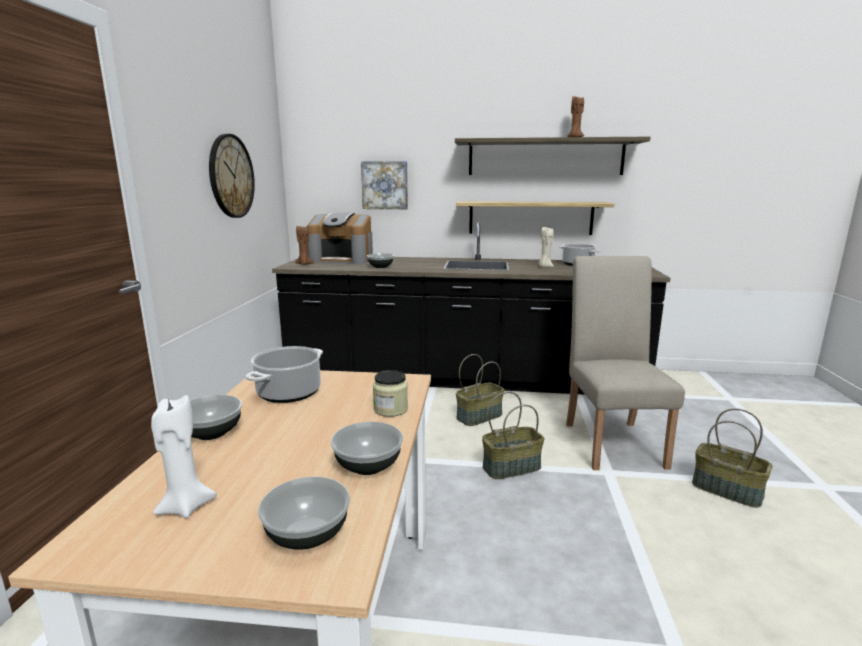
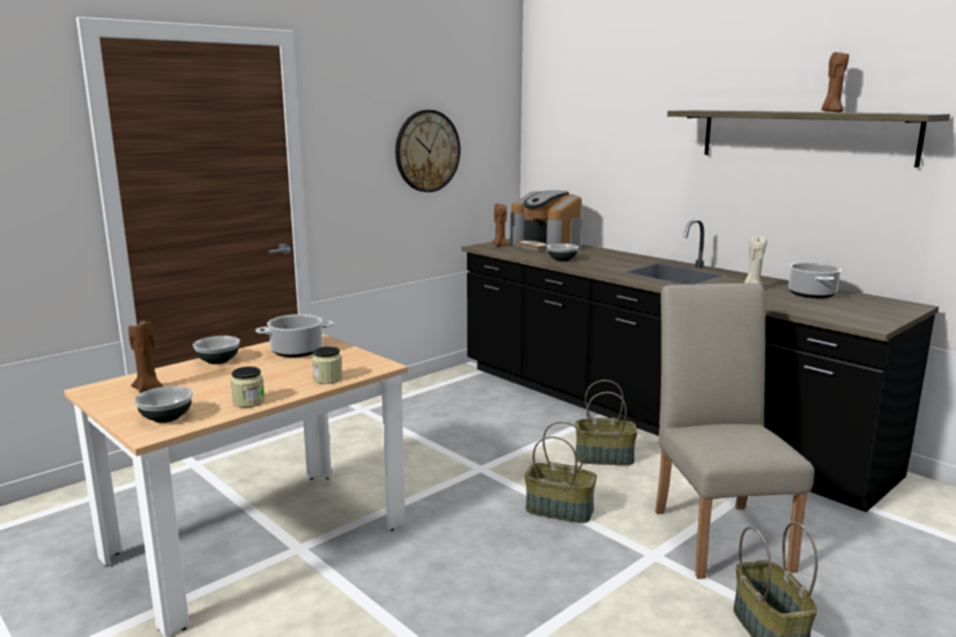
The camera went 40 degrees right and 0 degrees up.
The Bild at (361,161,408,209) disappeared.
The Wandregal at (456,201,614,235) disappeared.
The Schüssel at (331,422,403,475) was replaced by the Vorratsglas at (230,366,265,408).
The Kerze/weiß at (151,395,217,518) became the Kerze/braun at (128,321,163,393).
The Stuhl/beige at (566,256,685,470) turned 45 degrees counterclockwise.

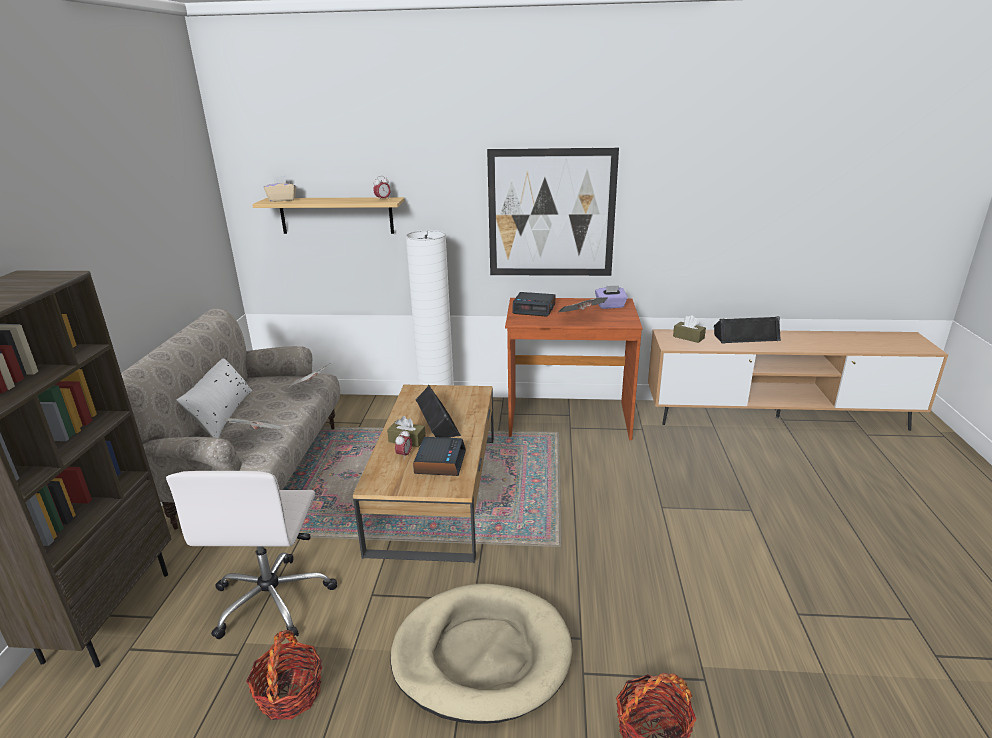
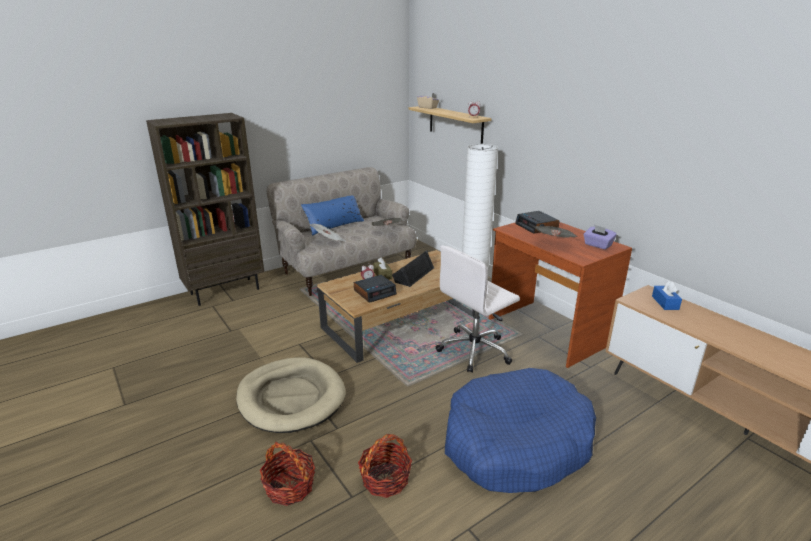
The camera went 50 degrees right and 0 degrees up.
The Bild at (487,148,619,276) disappeared.
The Lautsprecher/schwarz at (714,316,781,343) disappeared.
The Hundebett/blau at (445,368,596,493) appeared.
The Bürostuhl/weiß moved from (166,471,337,639) to (436,246,520,373).
The Korb moved from (246,630,322,720) to (358,434,412,498).
The Kissen/weiß at (176,358,252,438) became the Kissen/blau at (301,195,364,236).
The Taschentuchbox/braun at (673,315,706,343) became the Taschentuchbox/blau at (652,281,682,310).

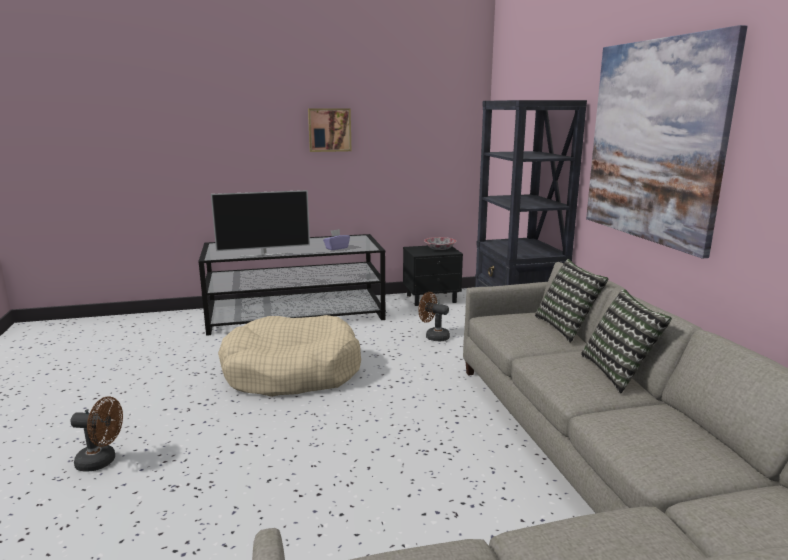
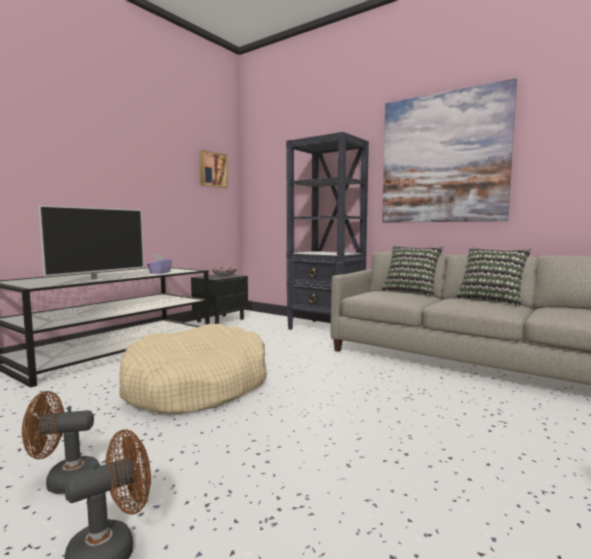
The camera went 40 degrees left and 10 degrees down.
The Bild moved from (308,108,352,152) to (199,150,228,188).
The Ventilator/braun moved from (419,292,450,342) to (22,391,100,494).

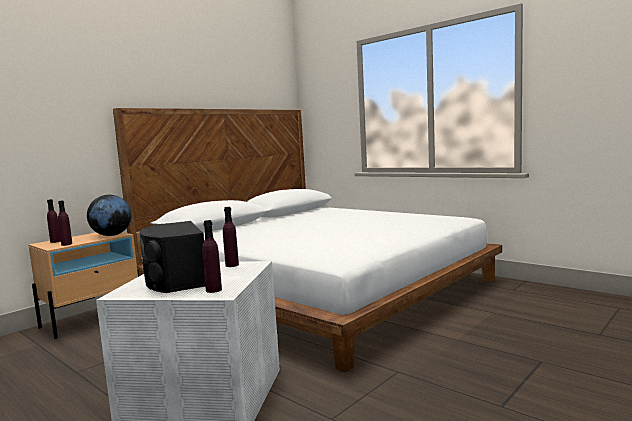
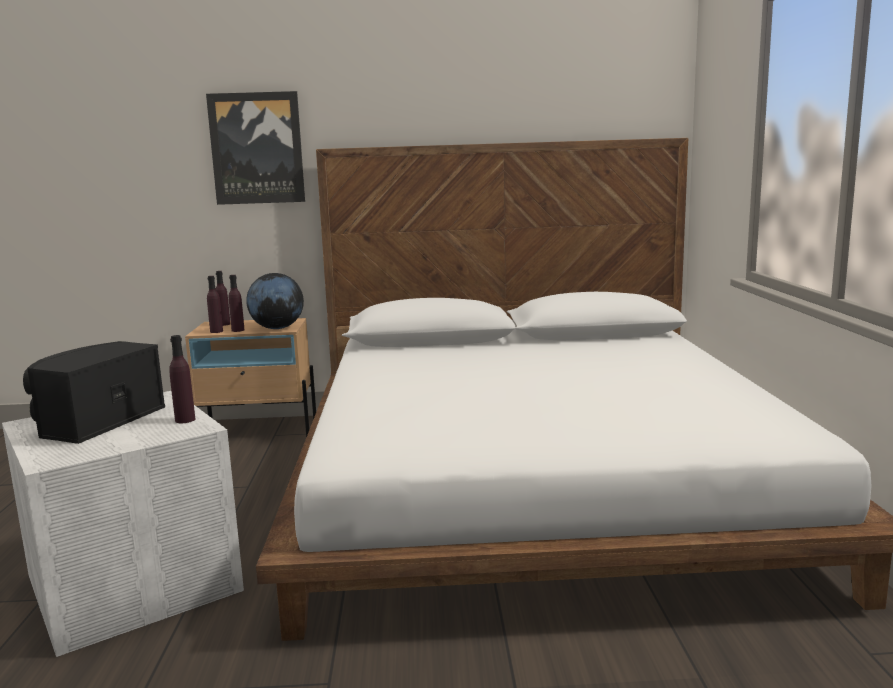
The camera went 45 degrees right and 5 degrees up.
The Bild at (206,91,305,205) appeared.
The Flasche/lila moved from (202,220,222,293) to (229,275,244,332).

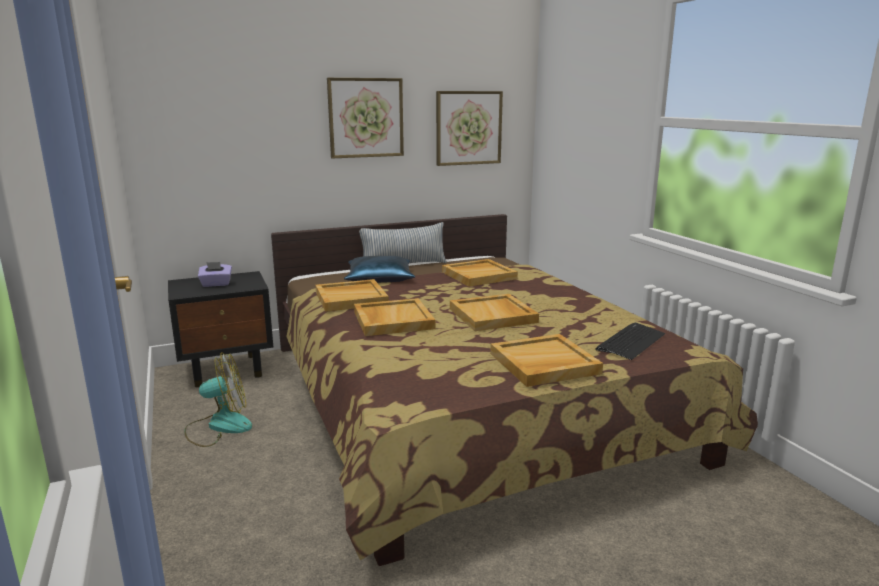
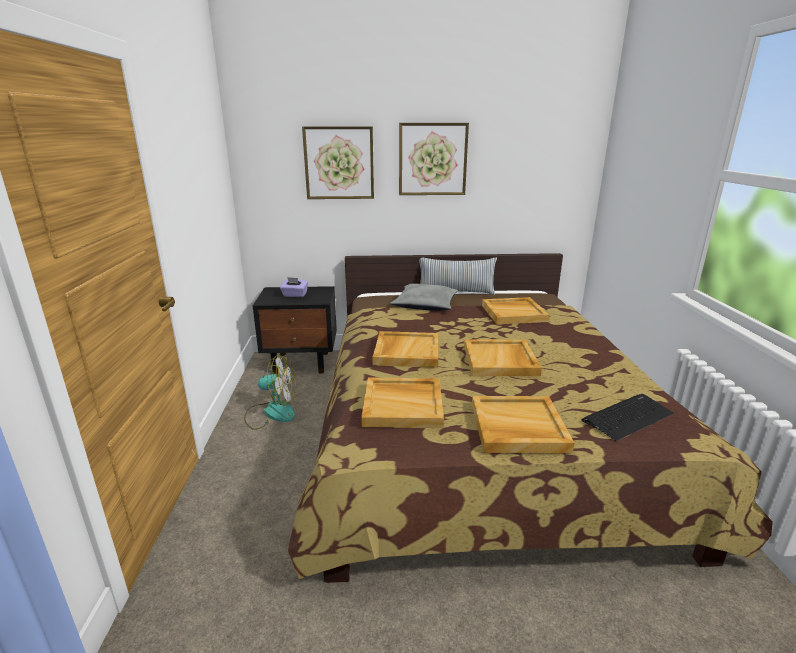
The camera went 20 degrees right and 5 degrees up.
The Tablett/beige moved from (316,279,389,312) to (361,378,444,428).
The Bild moved from (436,91,503,166) to (302,127,374,199).
The Kissen/blau at (344,256,415,283) became the Kissen/grau at (390,284,458,311).

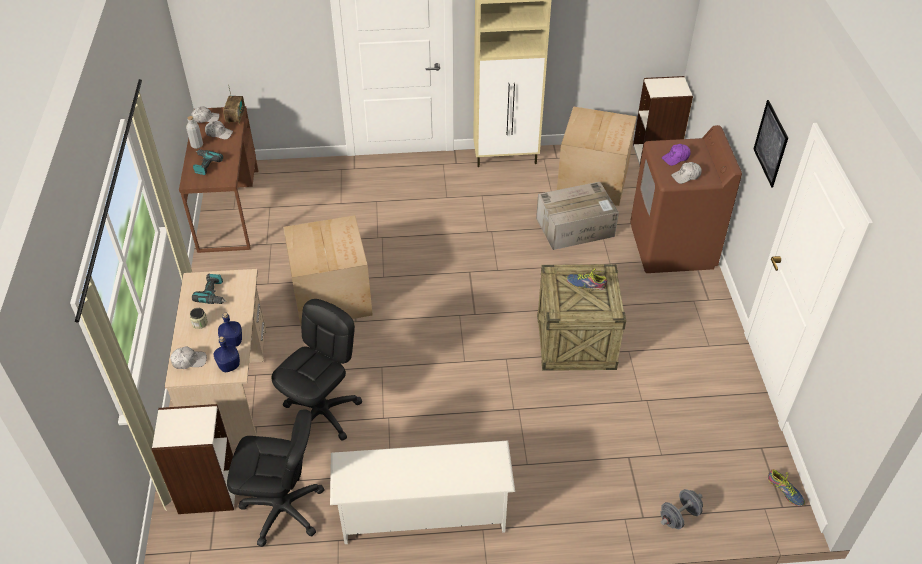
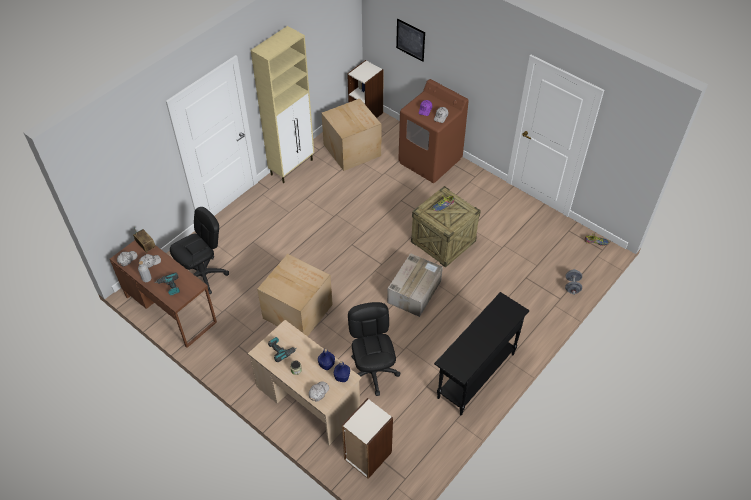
The camera went 45 degrees left and 5 degrees up.
The Bürostuhl/schwarz moved from (227,409,324,547) to (170,207,229,294).
The Karton moved from (536,182,619,250) to (387,253,443,317).
The Bild moved from (754,100,788,187) to (396,19,425,62).
The Schuhregal/weiß at (330,440,515,544) was replaced by the Konsolentisch/schwarz at (434,292,529,415).

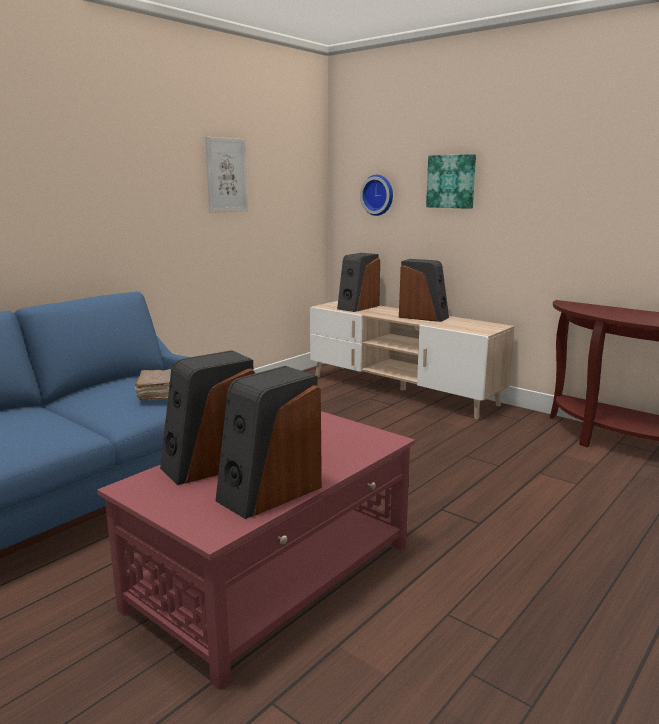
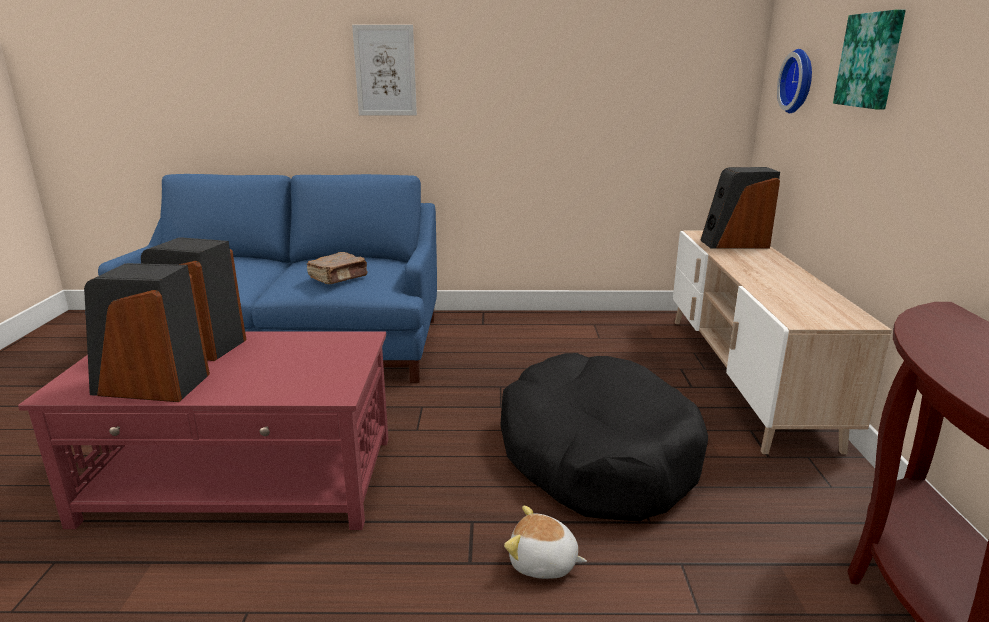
The camera went 50 degrees right and 5 degrees up.
The Lautsprecher at (399,259,449,322) disappeared.
The Hundebett/schwarz at (500,353,708,521) appeared.
The Plüschtier at (504,505,587,579) appeared.
The Bild moved from (205,137,248,213) to (352,25,417,115).

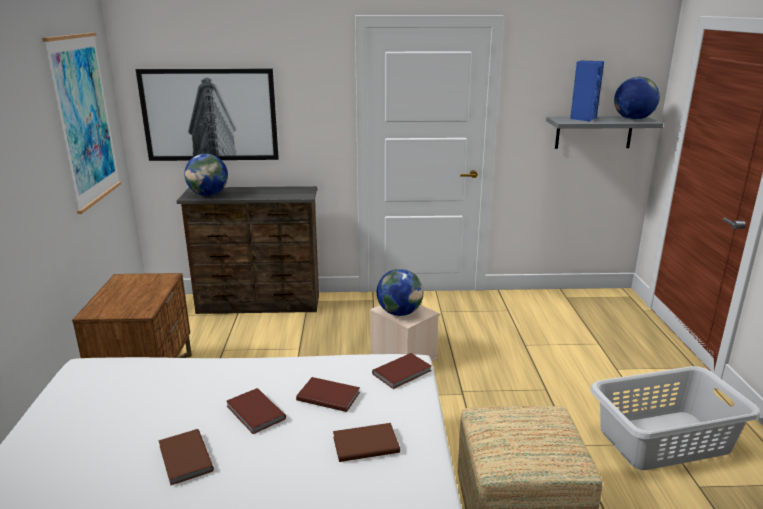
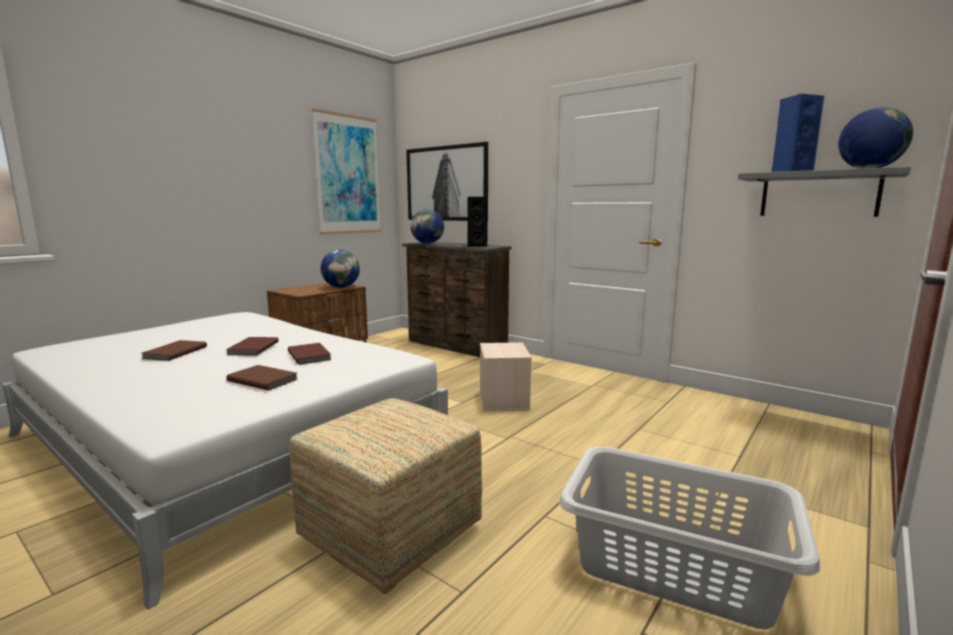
The camera went 40 degrees right and 10 degrees down.
The Buch/braun at (372,353,431,389) disappeared.
The Lautsprecher/schwarz at (467,197,488,247) appeared.
The Globus moved from (377,269,424,316) to (321,250,360,288).

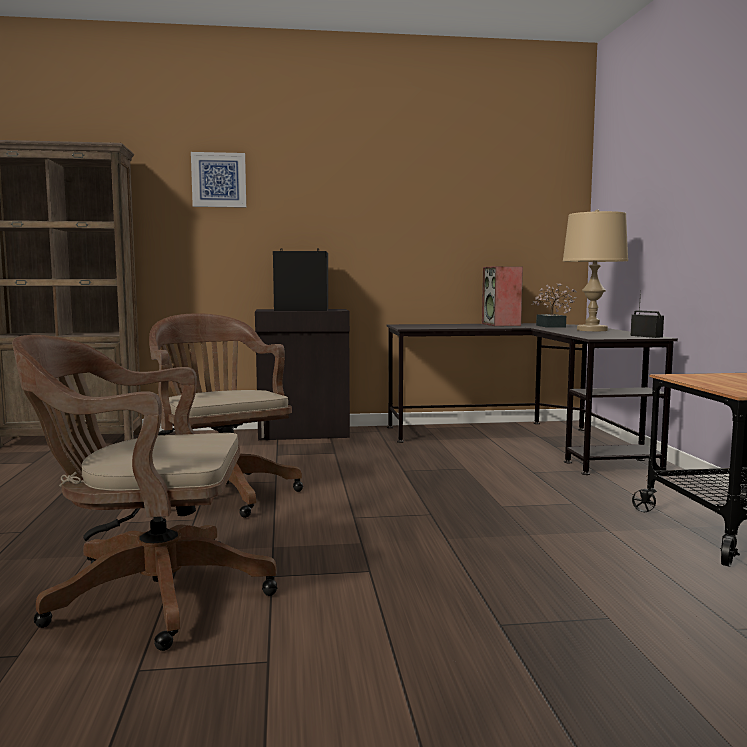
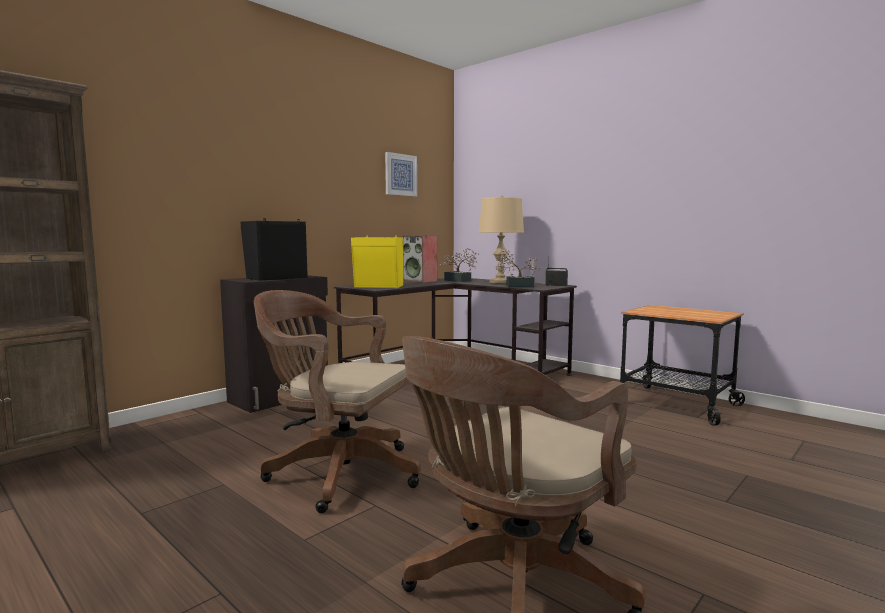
The camera went 40 degrees left and 0 degrees up.
The Lautsprecher/gelb at (351,235,403,288) appeared.
The Topfpflanze at (495,250,541,287) appeared.
The Bild moved from (191,152,246,208) to (385,152,417,197).

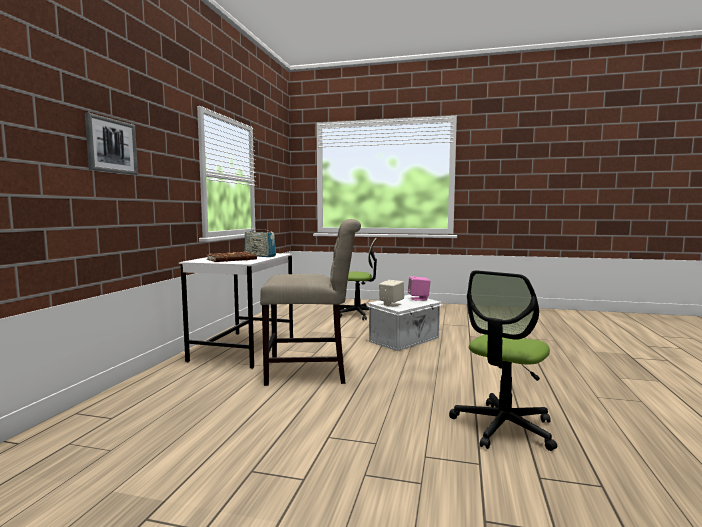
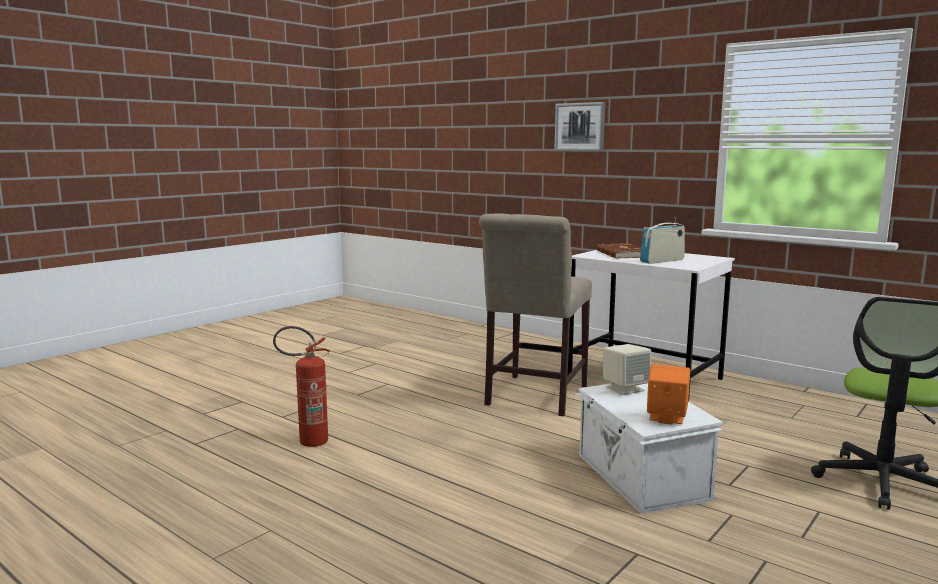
The camera went 115 degrees right and 5 degrees up.
The Bürostuhl at (449,270,557,451) was replaced by the Feuerlöscher at (273,326,330,447).
The Lautsprecher/rosa at (408,276,430,301) became the Lautsprecher/orange at (647,364,690,425).

